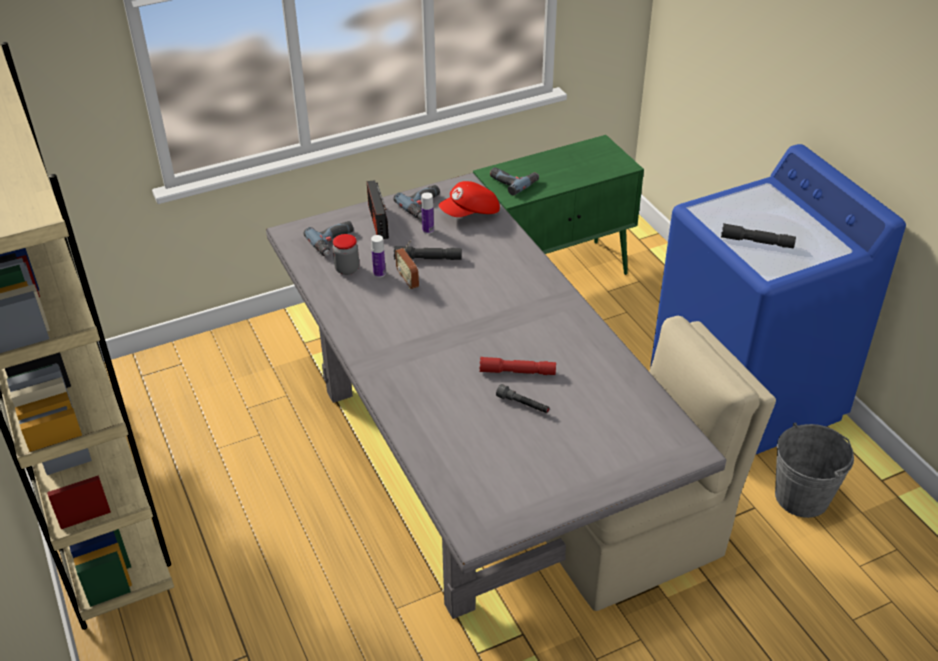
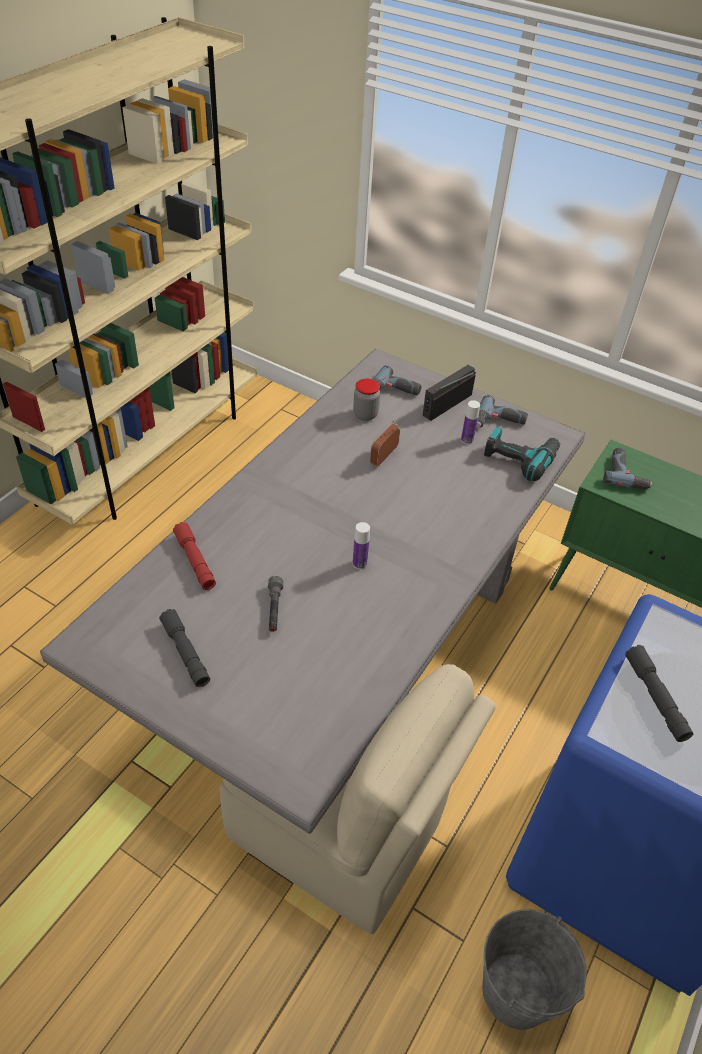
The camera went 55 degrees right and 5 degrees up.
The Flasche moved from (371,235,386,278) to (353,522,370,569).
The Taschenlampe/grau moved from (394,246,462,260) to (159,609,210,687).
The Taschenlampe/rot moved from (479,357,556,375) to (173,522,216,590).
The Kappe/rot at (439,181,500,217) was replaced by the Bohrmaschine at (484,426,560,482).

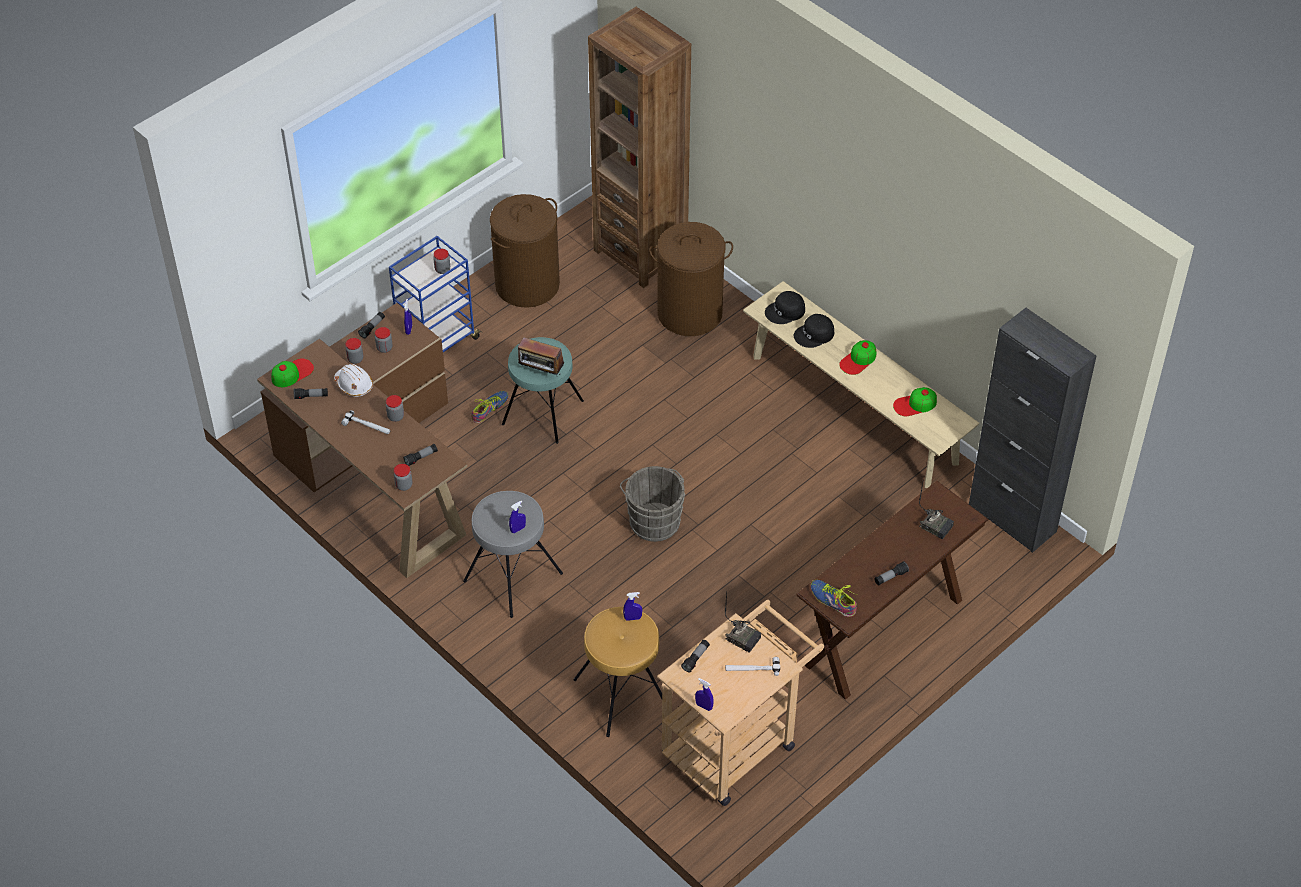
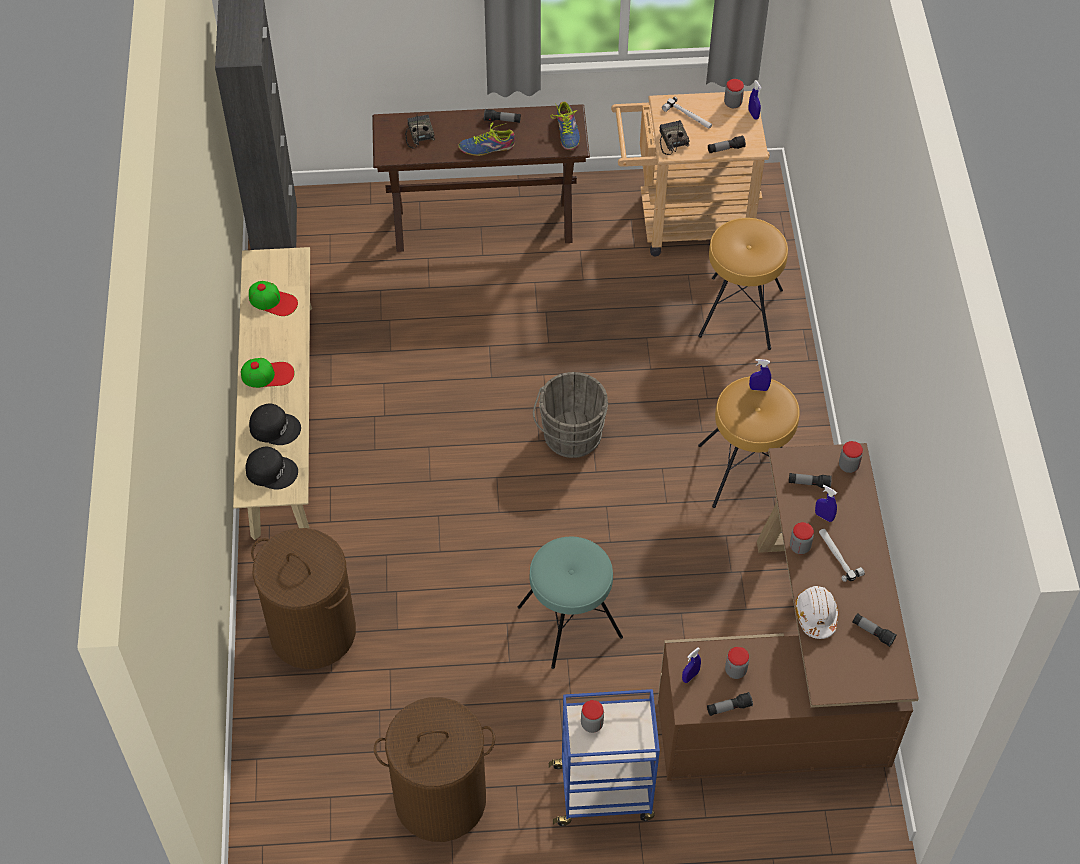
The camera went 140 degrees left and 5 degrees up.
The Kappe at (271,358,314,387) disappeared.
The Radio at (518,337,564,377) disappeared.
The Bücherregal/braun at (588,7,691,288) disappeared.
The Vorratsglas moved from (345,338,363,364) to (724,79,744,108).
The Schuh moved from (471,391,509,423) to (458,122,515,156).
The Sprühflasche/blau moved from (623,592,642,621) to (815,485,837,522).
The Hocker/grau at (463,491,563,618) became the Hocker/braun at (698,377,800,508).

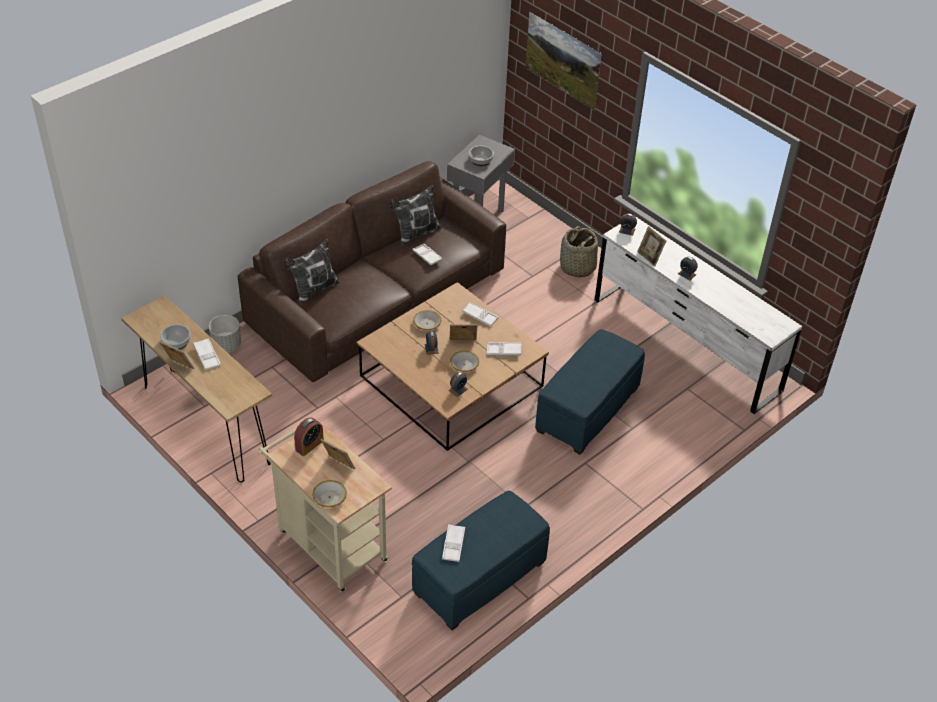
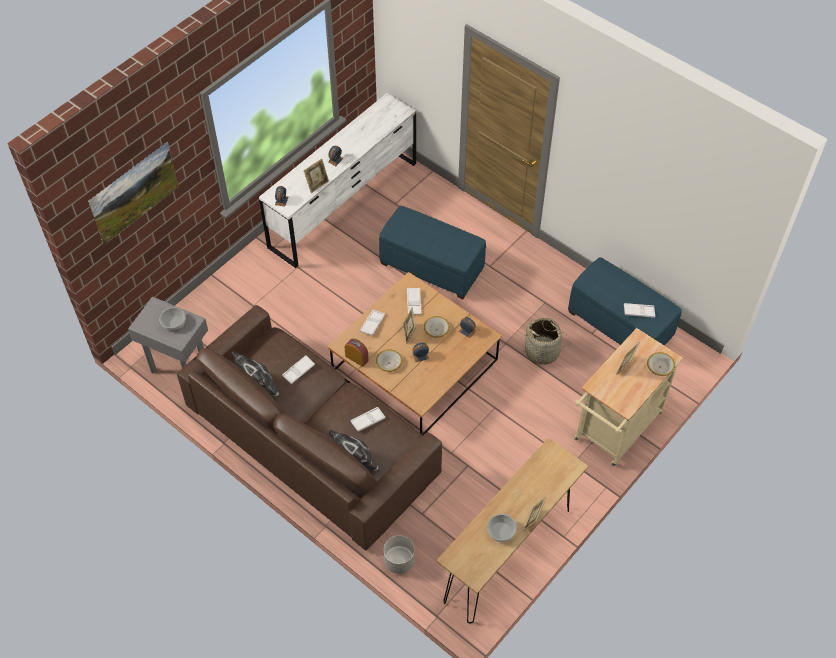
The camera went 95 degrees left and 10 degrees up.
The Tablett/weiß moved from (193,338,221,370) to (351,407,386,432).
The Wecker moved from (294,417,324,456) to (345,338,369,367).
The Korb moved from (560,226,598,278) to (521,318,565,365).

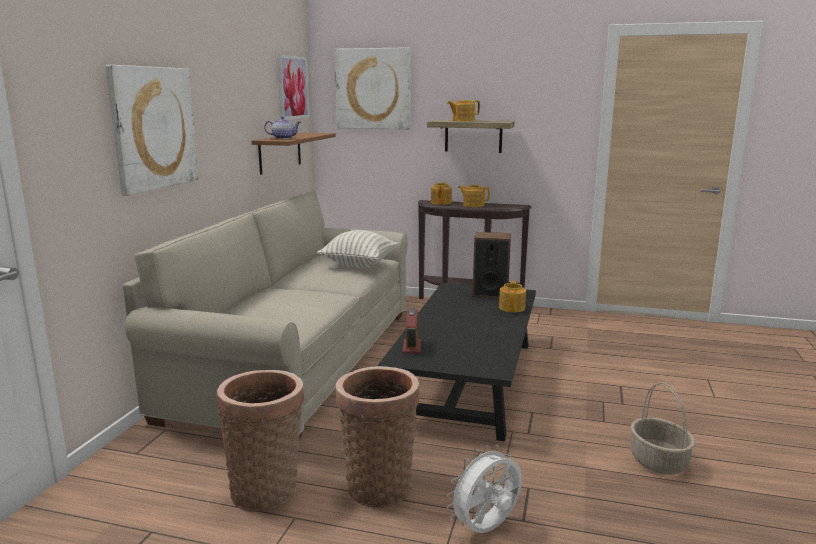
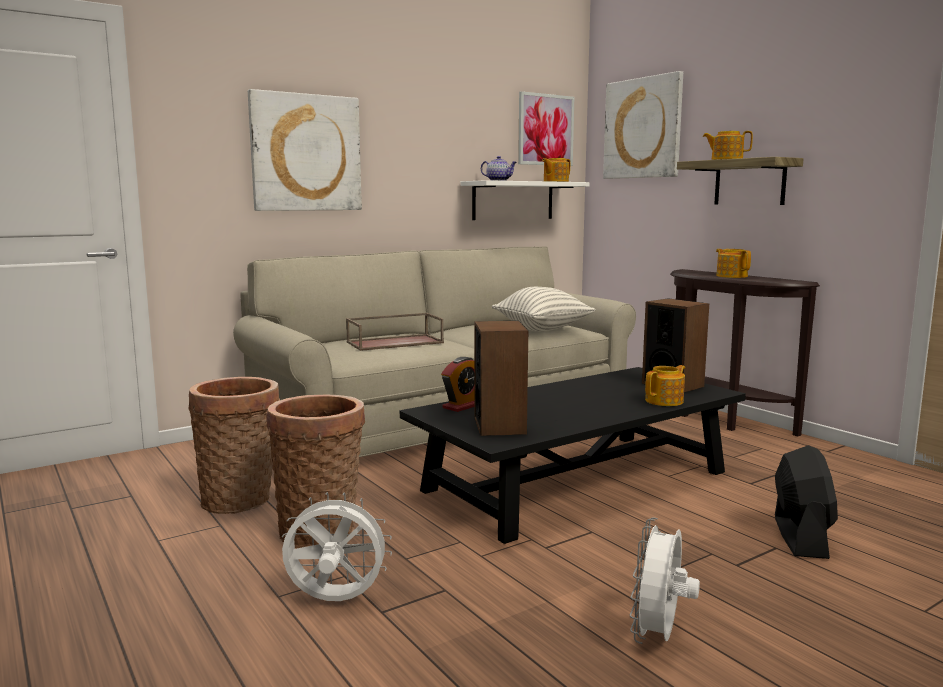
The camera went 40 degrees right and 5 degrees down.
The Tablett/braun at (346,313,444,351) appeared.
The Lautsprecher at (474,321,528,436) appeared.
The Ventilator/schwarz at (775,445,838,559) appeared.
The Teekanne moved from (431,182,452,205) to (542,158,570,182).
The Korb at (630,382,695,475) was replaced by the Ventilator/weiß at (630,517,700,644).
The Wandregal/braun at (251,133,336,175) became the Wandregal/weiß at (461,180,590,220).

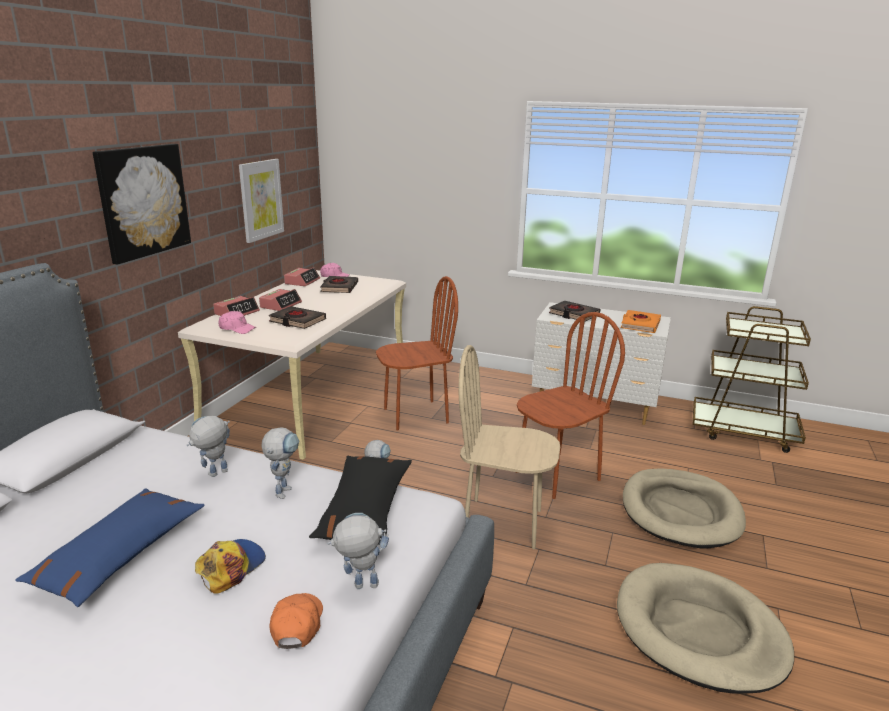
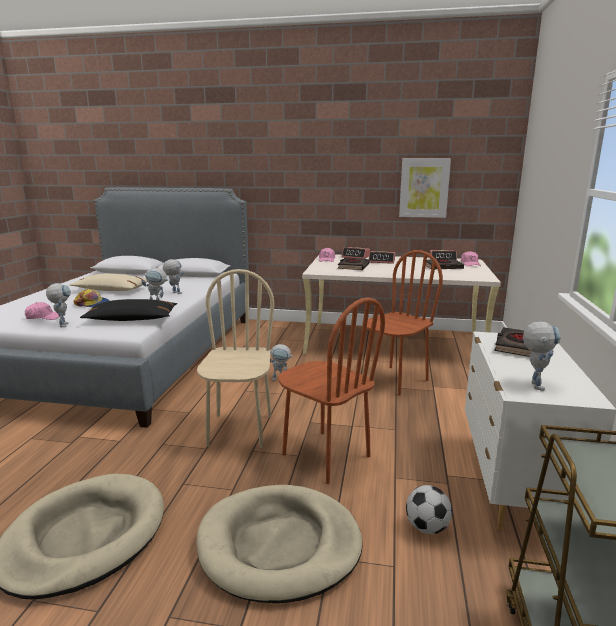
The camera went 80 degrees right and 5 degrees down.
The Bild at (93,144,191,265) disappeared.
The Fußball at (406,485,452,534) appeared.
The Buch/orange at (620,310,661,333) was replaced by the Spielzeugroboter at (523,321,561,391).
The Kissen/blau at (15,488,204,607) became the Kissen/beige at (69,274,147,291).
The Kappe/orange at (269,593,323,649) became the Kappe/rosa at (25,302,59,320).
The Stuhl/braun at (376,276,458,431) turned 105 degrees counterclockwise.

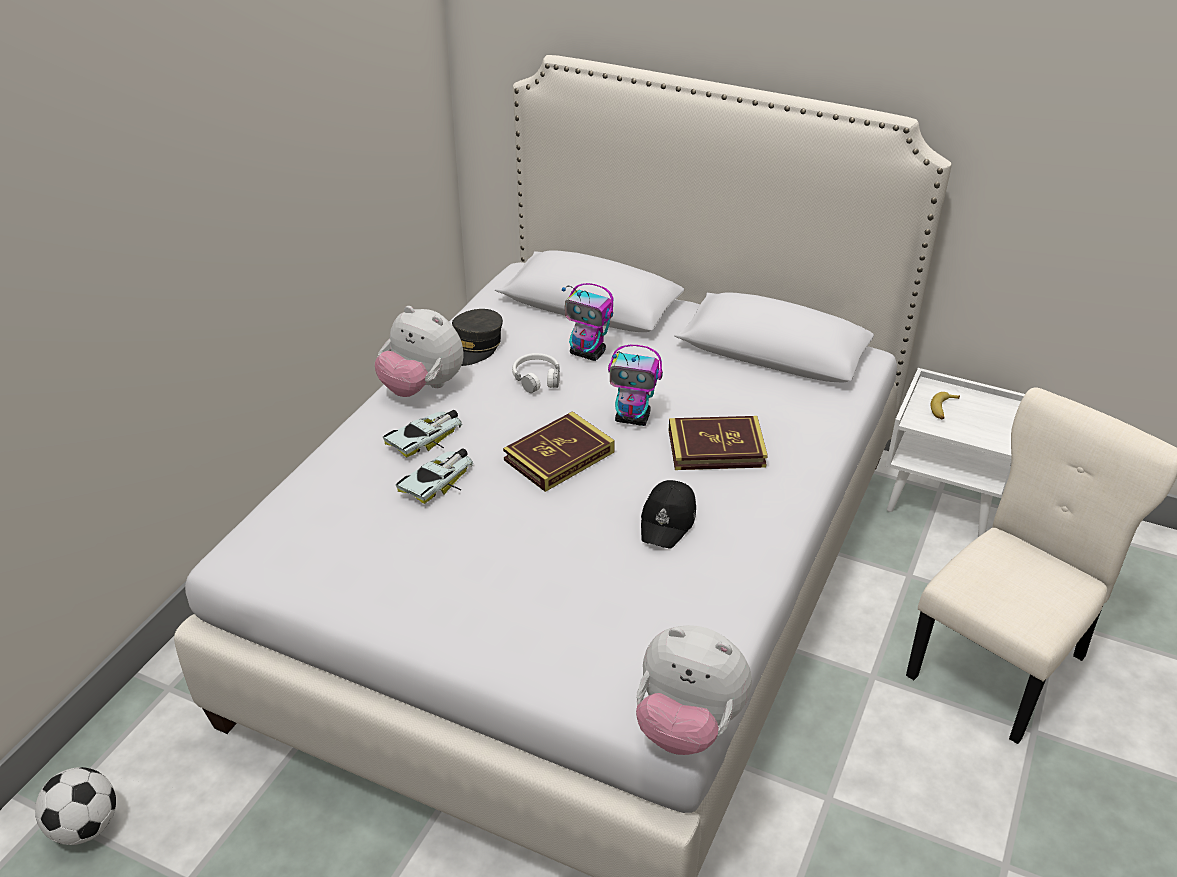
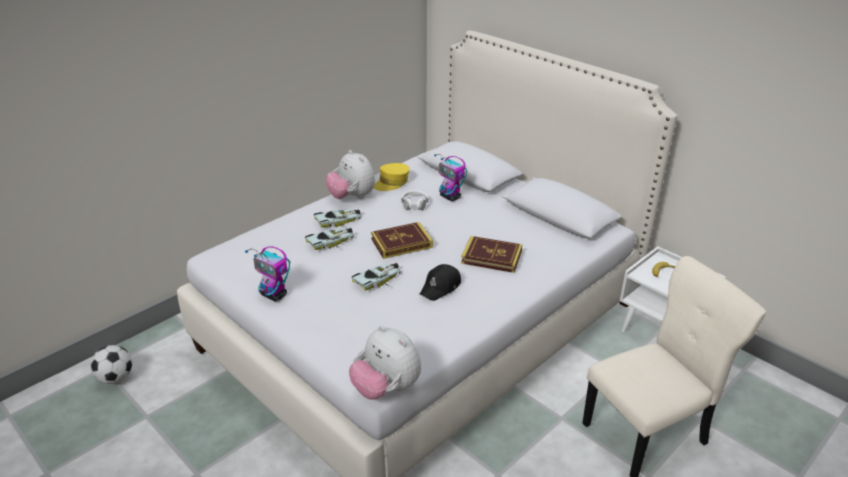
The camera went 20 degrees right and 5 degrees down.
The Spielzeugauto at (351,263,401,291) appeared.
The Spielzeugroboter moved from (608,345,663,426) to (245,247,290,302).
The Kappe/grau at (452,309,503,366) became the Kappe/gelb at (374,163,410,191).

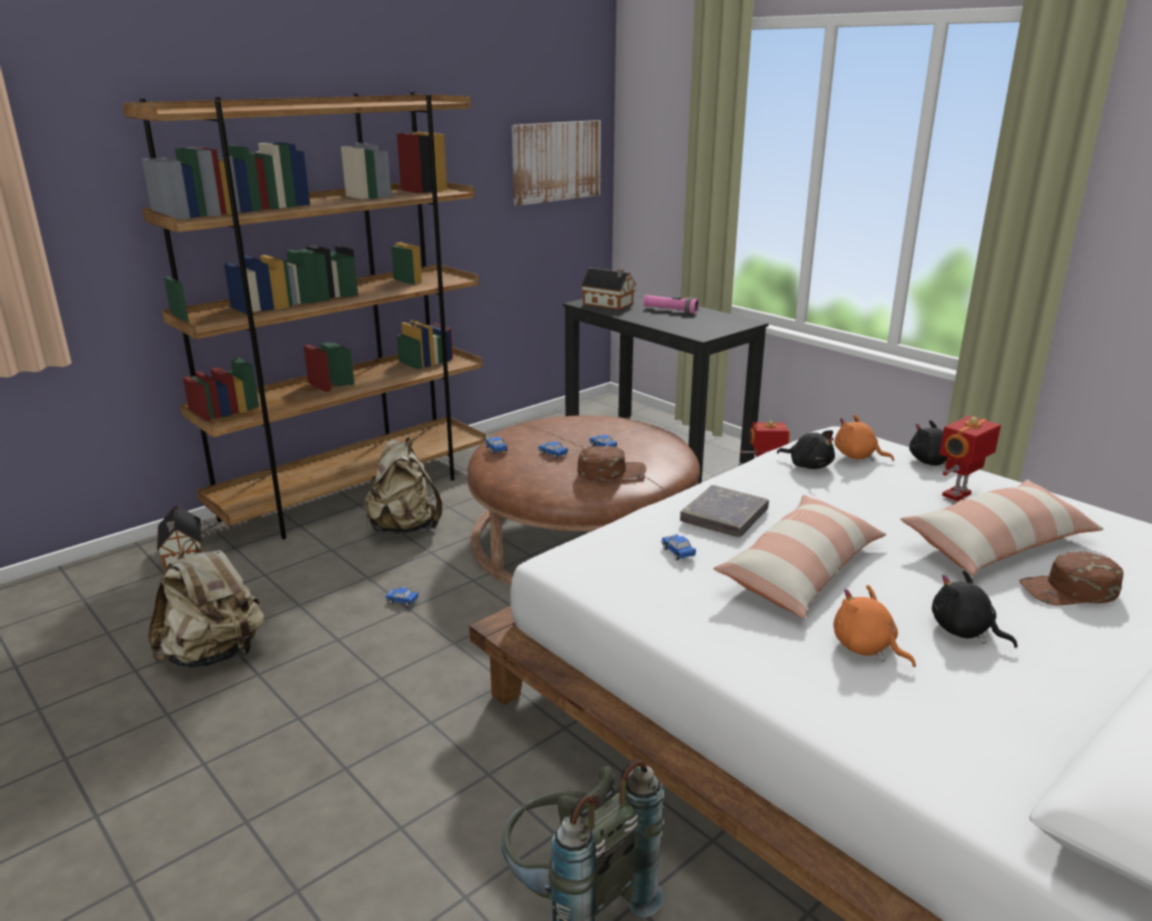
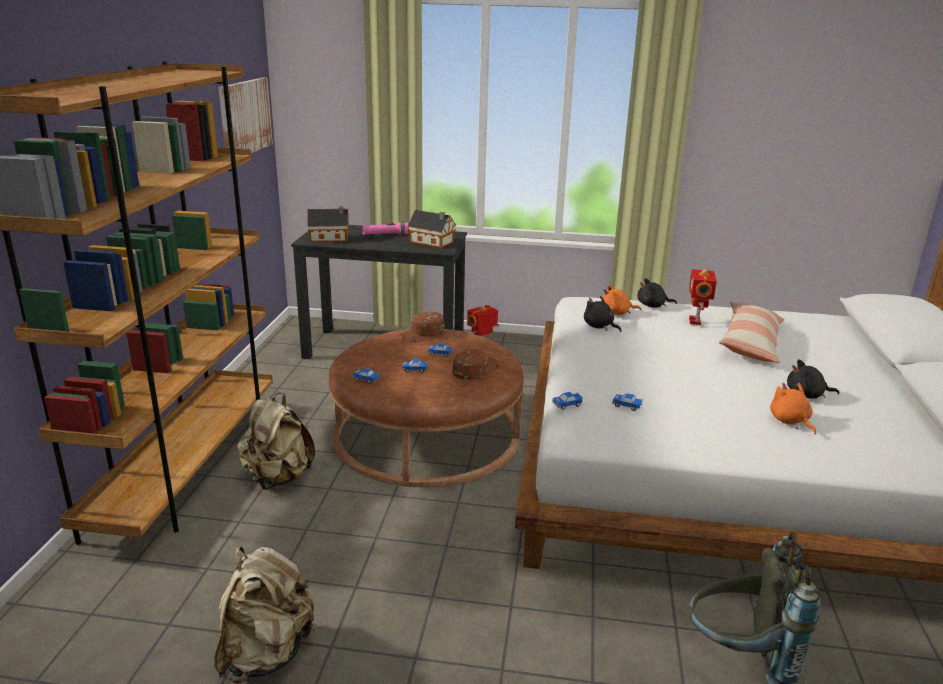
The camera went 40 degrees left and 0 degrees up.
The Buch/grau at (680,485,769,537) disappeared.
The Kissen at (713,494,886,619) disappeared.
The Spielzeughaus moved from (157,506,202,570) to (408,210,456,248).
The Spielzeugauto moved from (385,587,418,607) to (552,392,583,410).
The Kappe/braun moved from (1019,551,1124,605) to (398,312,445,342).
The Plüschtier/schwarz at (777,430,835,469) turned 135 degrees counterclockwise.
The Plüschtier/orange at (833,585,916,667) turned 60 degrees clockwise.

